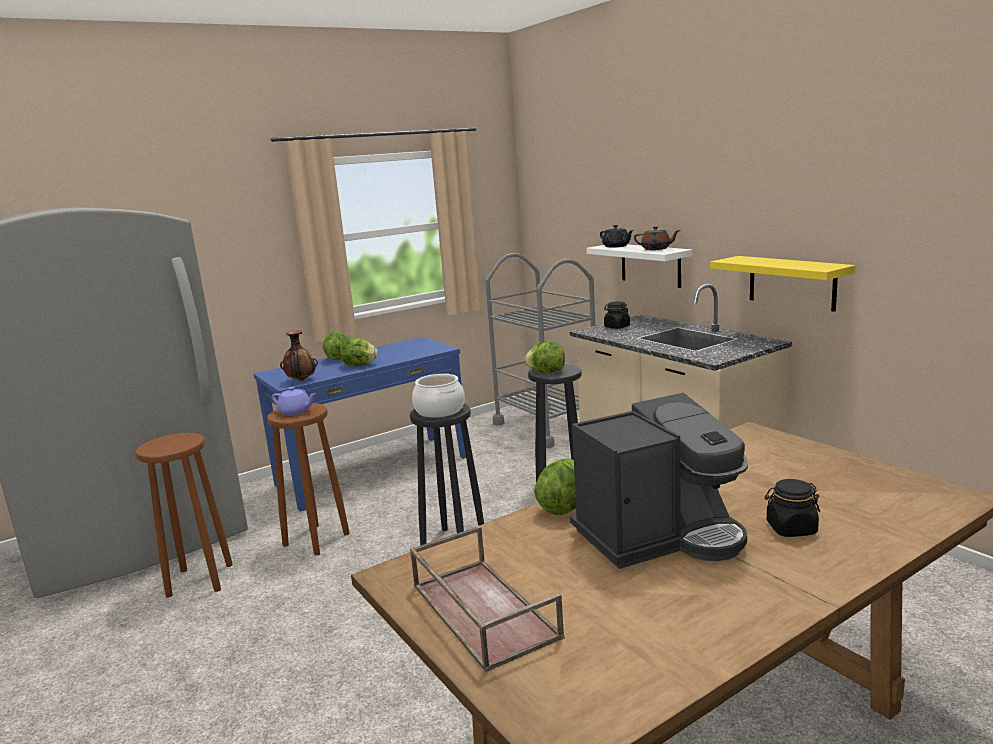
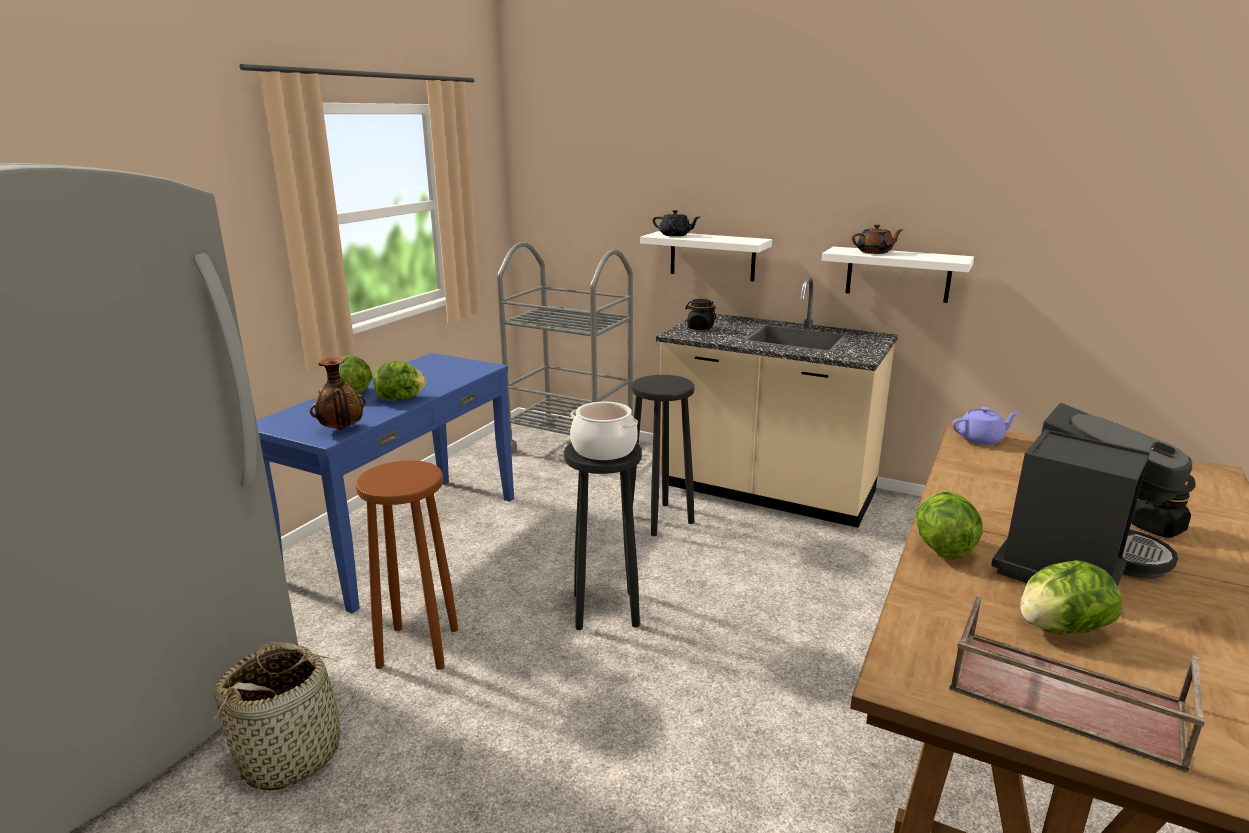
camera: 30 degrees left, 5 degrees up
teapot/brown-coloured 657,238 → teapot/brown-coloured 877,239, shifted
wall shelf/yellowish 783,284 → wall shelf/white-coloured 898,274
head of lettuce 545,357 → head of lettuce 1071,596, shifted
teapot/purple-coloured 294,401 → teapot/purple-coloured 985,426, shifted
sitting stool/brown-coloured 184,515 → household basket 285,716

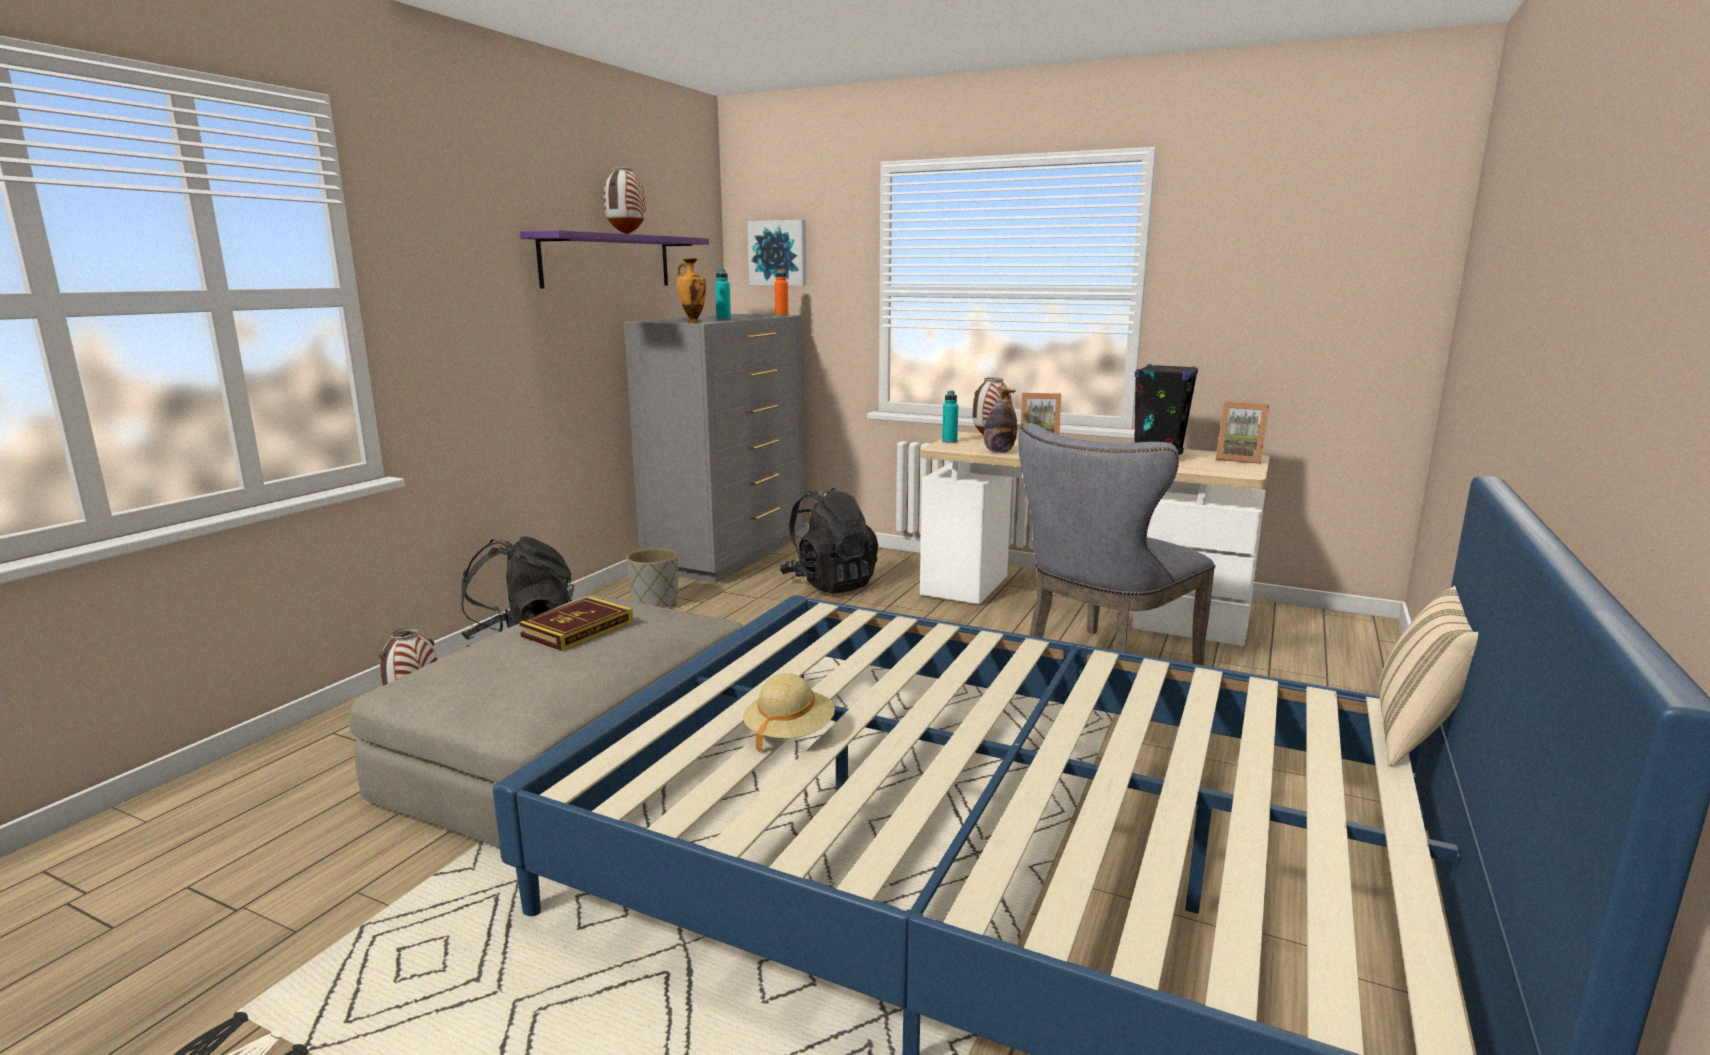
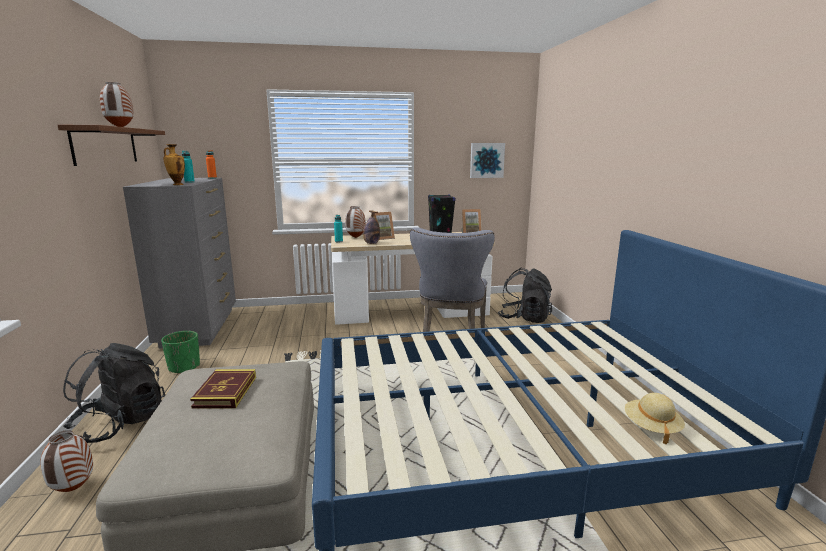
camera: 35 degrees left, 0 degrees up
wall art 777,253 → wall art 487,160, shifted
wall shelf/purple-coloured 614,259 → wall shelf/brown-coloured 111,145
backpack/blackish 829,541 → backpack/blackish 525,295, shifted
flower pot/grey 652,578 → flower pot/green-coloured 180,352
cushion/beige 1428,676 → -
wearable hat/beige 789,712 → wearable hat/beige 655,418, shifted

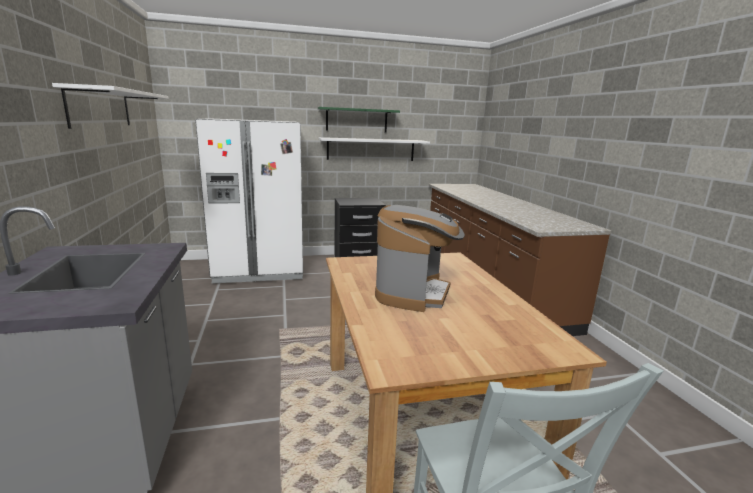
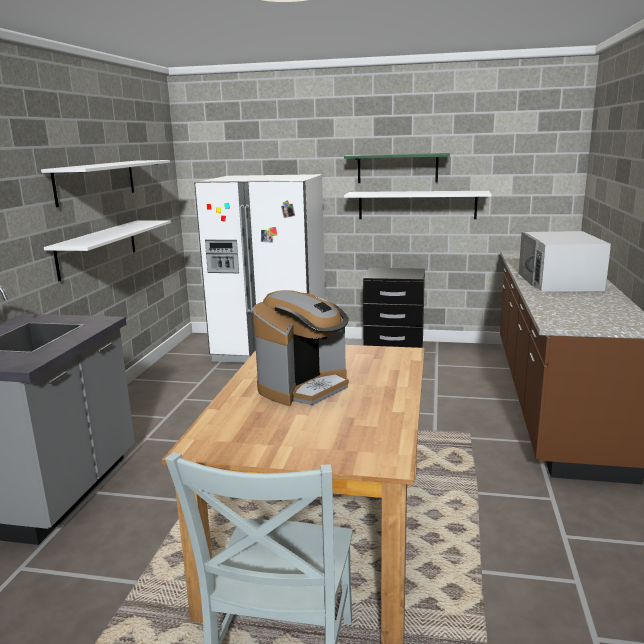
camera: 25 degrees right, 0 degrees up
- → wall shelf/white-coloured 107,251
- → kitchen microwave/white-coloured 565,261

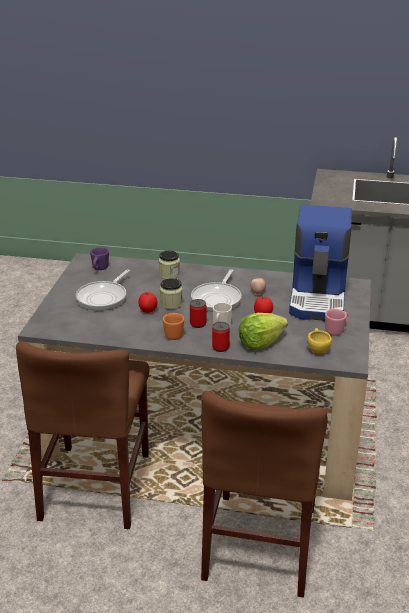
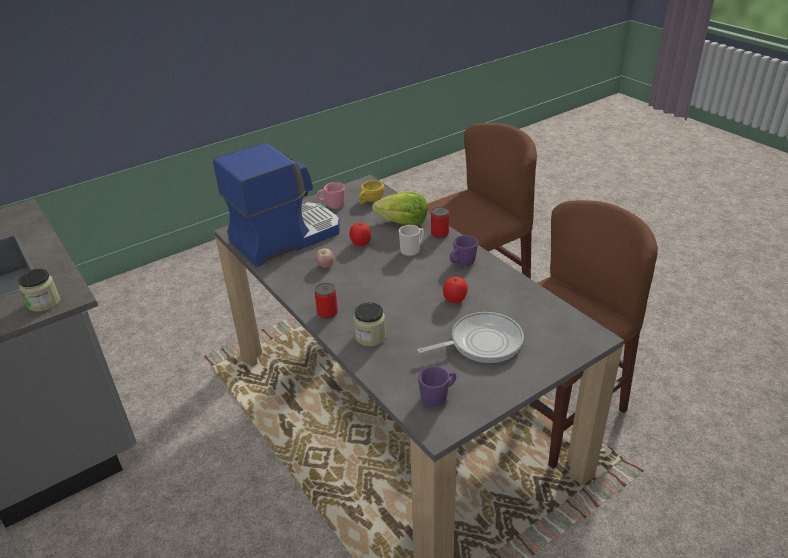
camera: 135 degrees left, 5 degrees up
frying pan 216,290 → -
storage jar 171,293 → storage jar 39,290, shifted
can 198,313 → can 326,301, shifted
coffee mug/orange-coloured 173,326 → coffee mug/purple-coloured 464,250

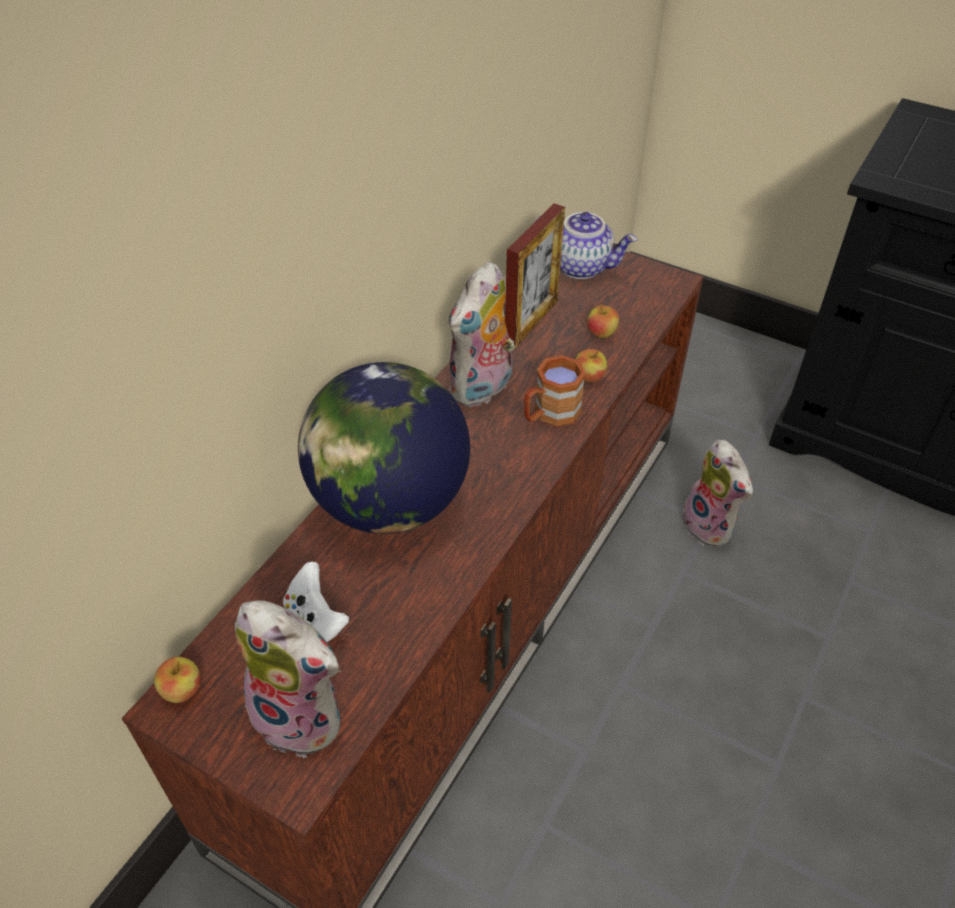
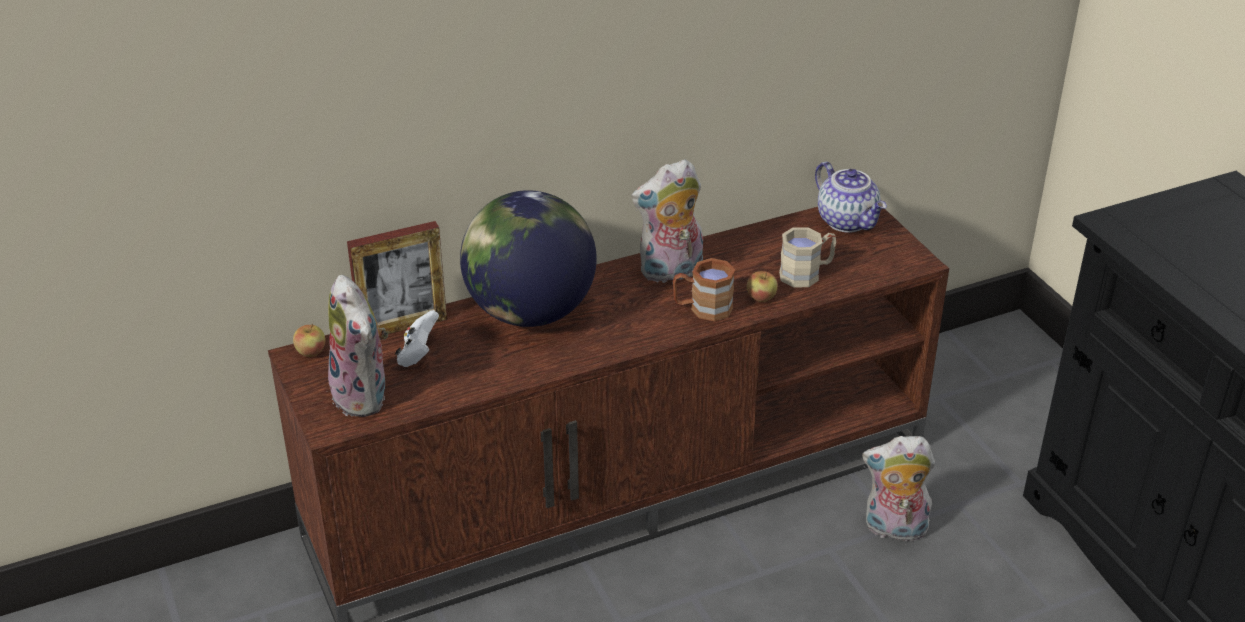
camera: 35 degrees right, 10 degrees down
standing frame 535,276 → standing frame 397,277, shifted
apple 603,320 → coffee mug/beige 808,257
soft toy 717,493 → soft toy 898,488, 90 degrees clockwise

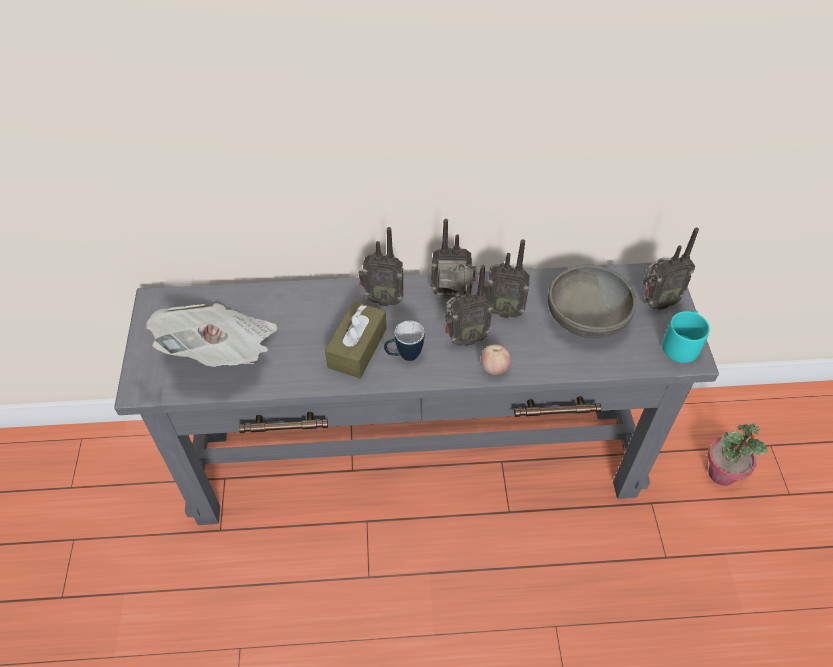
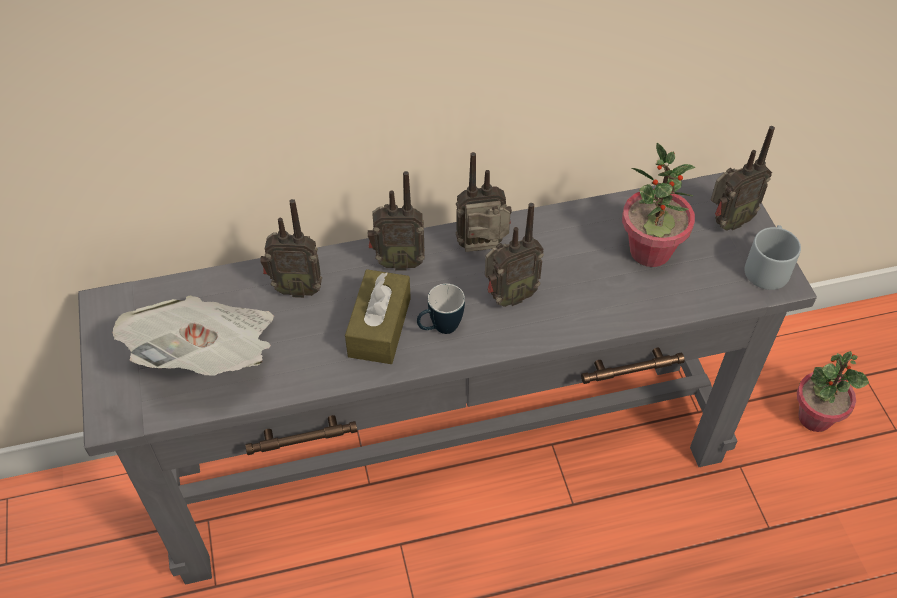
camera: 10 degrees left, 0 degrees up
radio 506,278 → radio 291,248, shifted
serving bowl/grey 592,301 → houseplant 659,205
coffee mug/turquoise 686,336 → coffee mug/grey 772,257
apple 496,360 → -

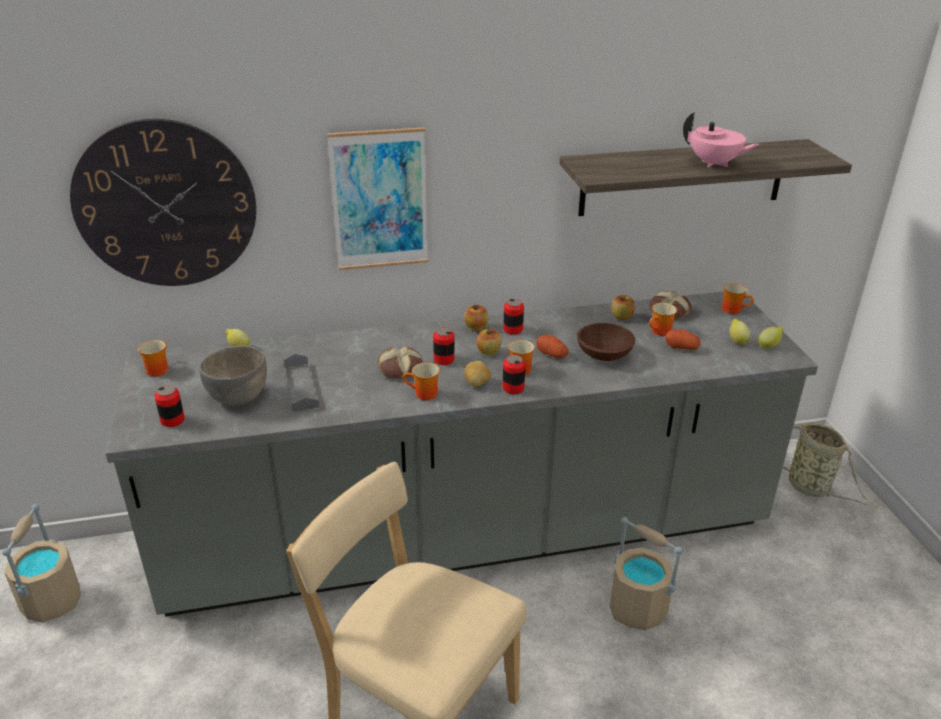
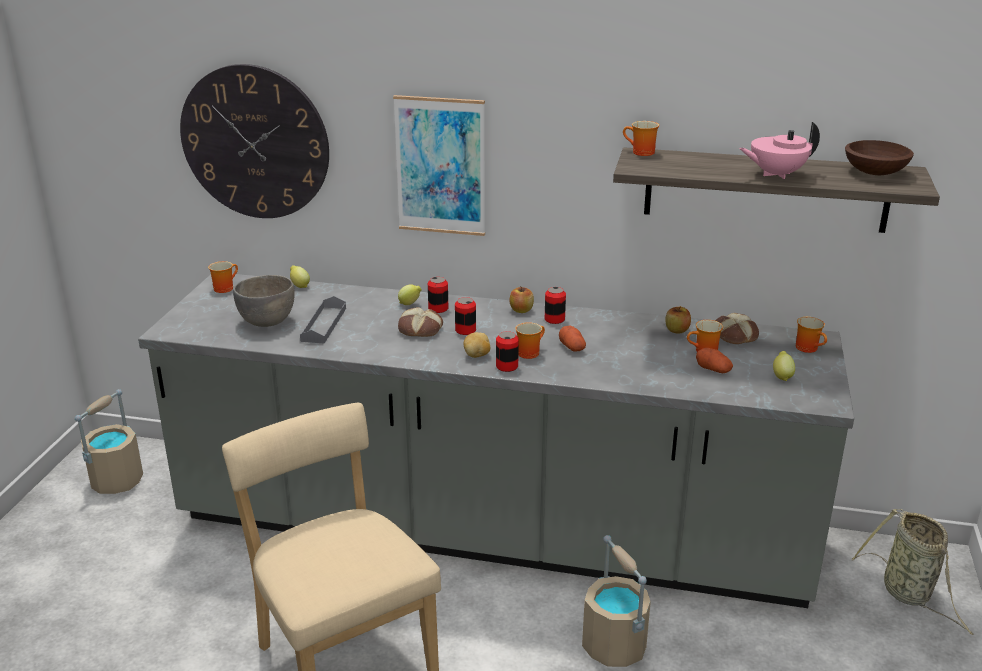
camera: 25 degrees right, 5 degrees down
teapot/pink 721,140 → teapot/pink 779,150, 105 degrees clockwise
serving bowl/brown-coloured 606,342 → serving bowl/brown-coloured 879,157, shifted
whole lemon 770,338 → whole lemon 410,295, shifted
apple 489,342 → -
coffee mug 421,381 → coffee mug 641,138, shifted
can 169,406 → can 438,295, shifted

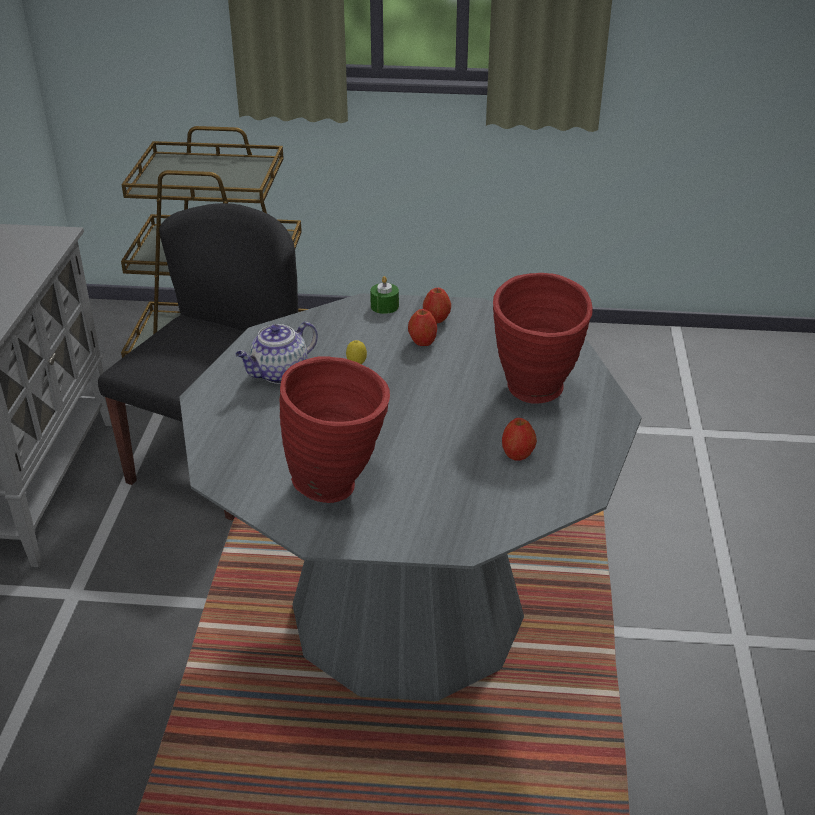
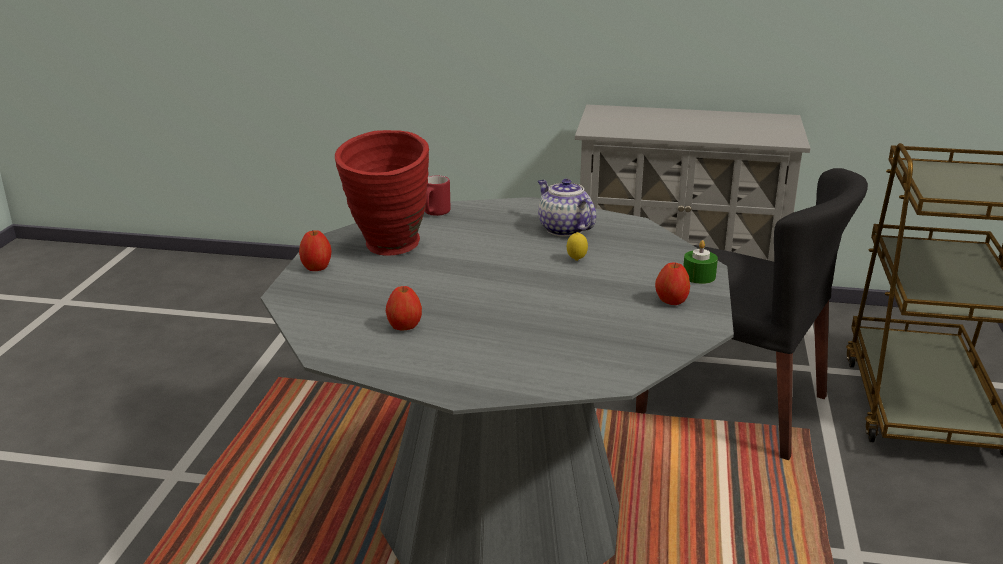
camera: 95 degrees right, 10 degrees down
vase/reddish 543,338 → -
apple 422,327 → apple 315,250, shifted
- → coffee mug/reddish 438,196

